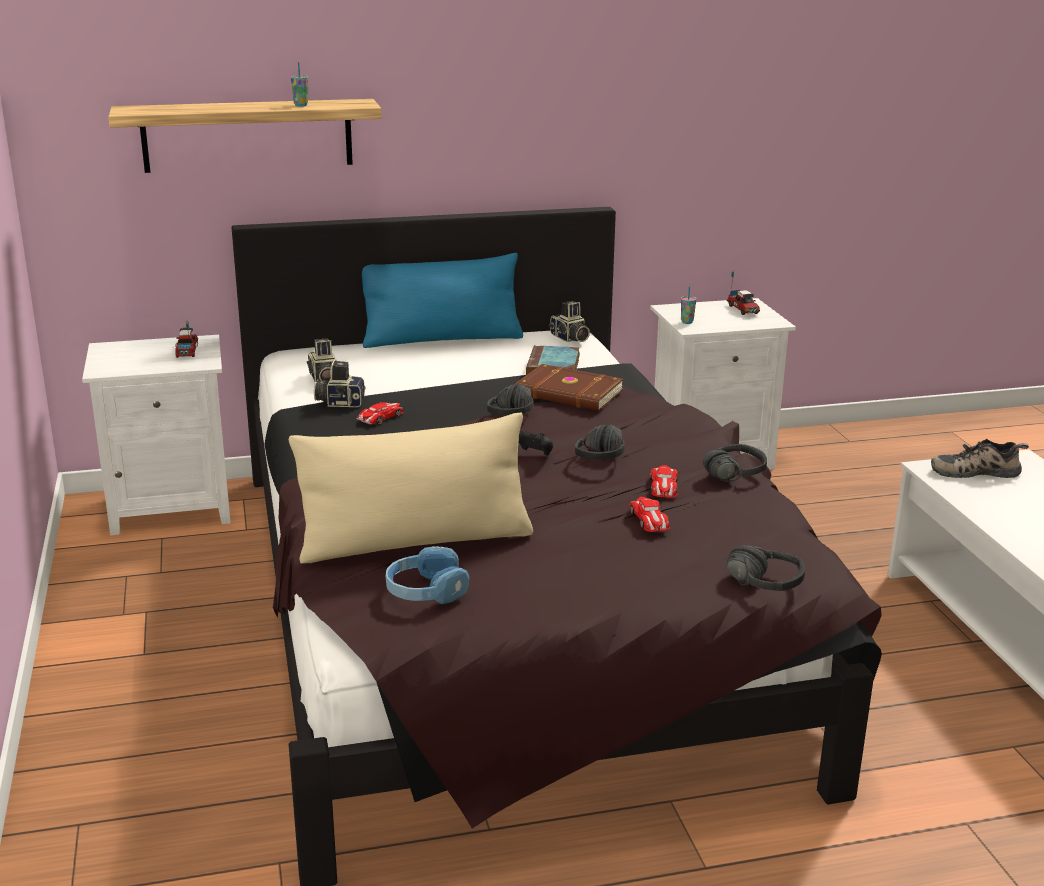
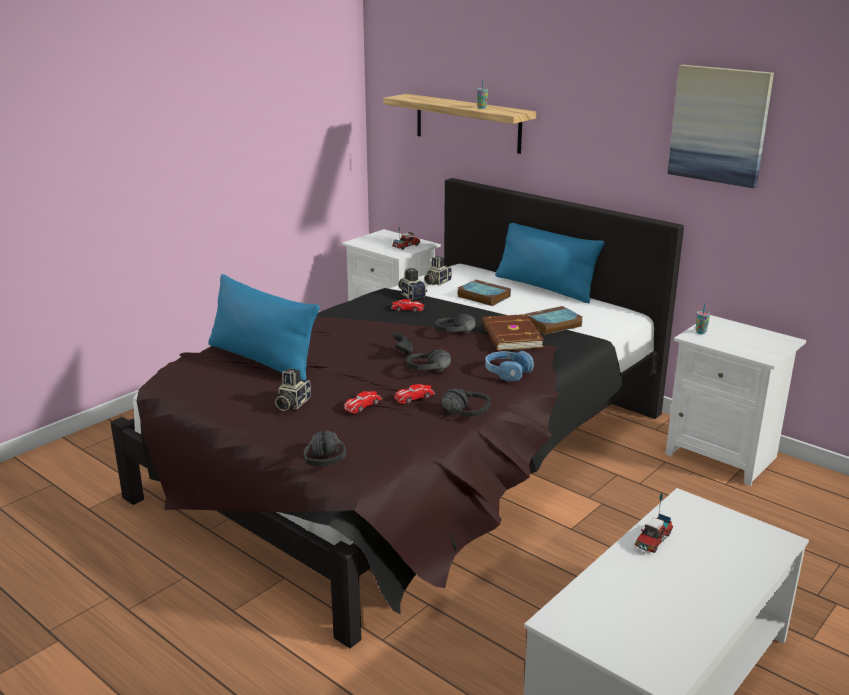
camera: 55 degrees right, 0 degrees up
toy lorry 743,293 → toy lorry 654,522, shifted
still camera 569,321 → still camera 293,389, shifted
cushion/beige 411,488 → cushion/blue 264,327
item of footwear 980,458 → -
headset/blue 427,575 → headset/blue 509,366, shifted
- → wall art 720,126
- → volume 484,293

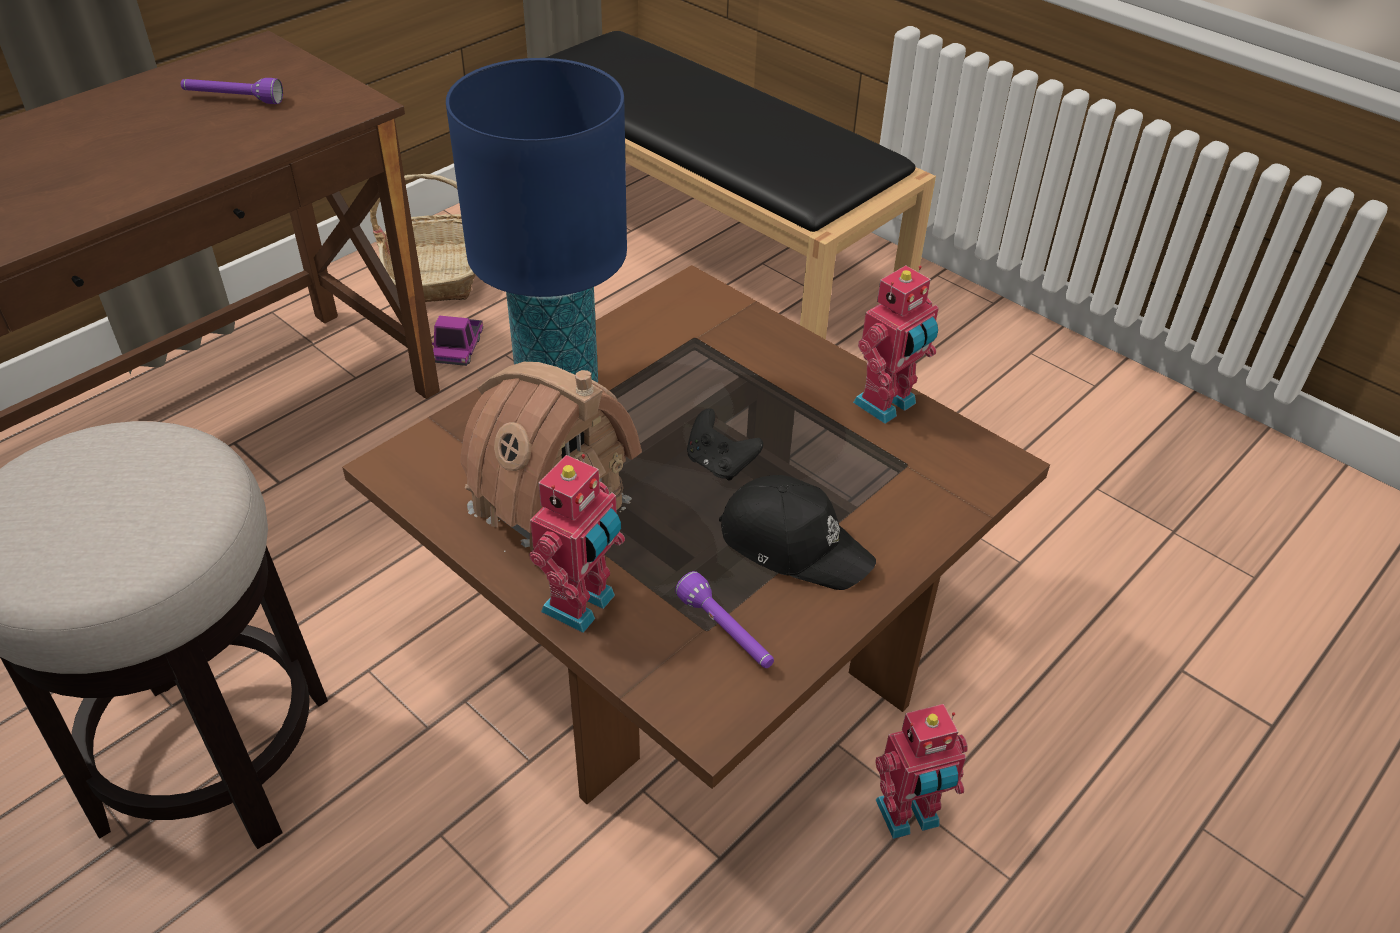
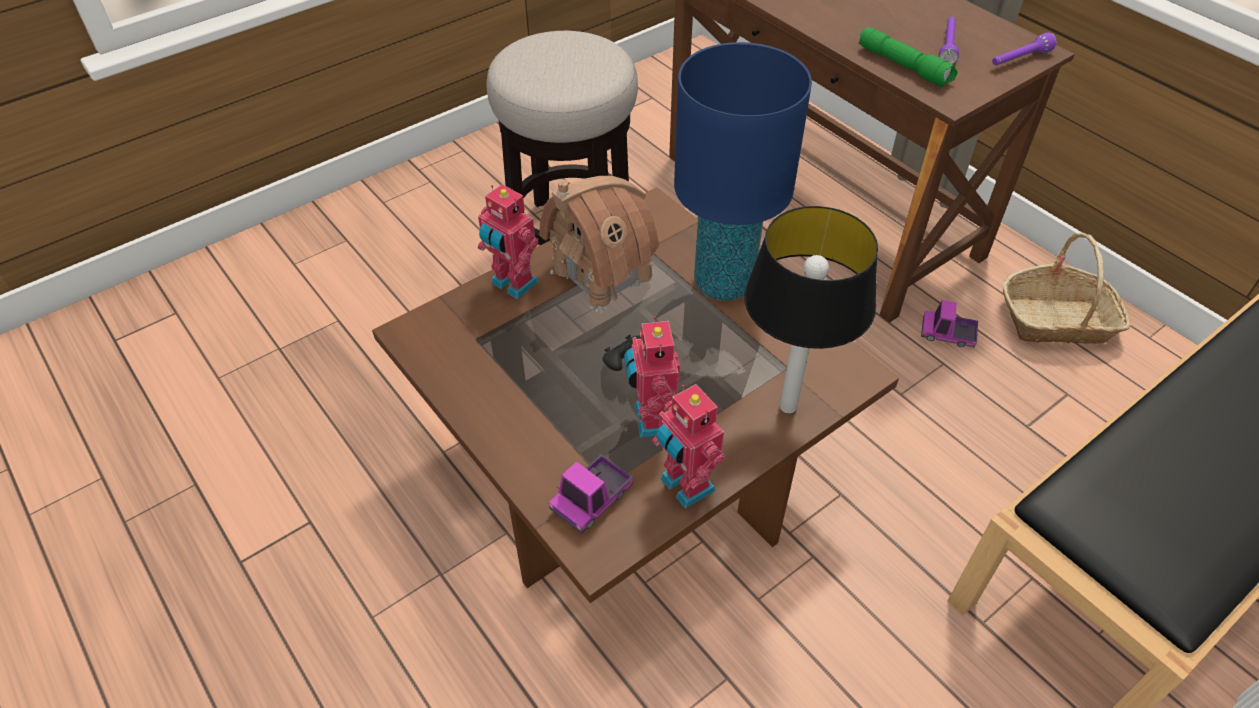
camera: 100 degrees right, 5 degrees up
baseball cap/blackish 797,532 → -
hand torch/purple-coloured 724,619 → hand torch/purple-coloured 1024,48, shifted
robot figure 921,771 → robot figure 652,377, shifted
- → hand torch/green-coloured 908,57
- → tabletop lamp 811,310
- → toy lorry 591,494

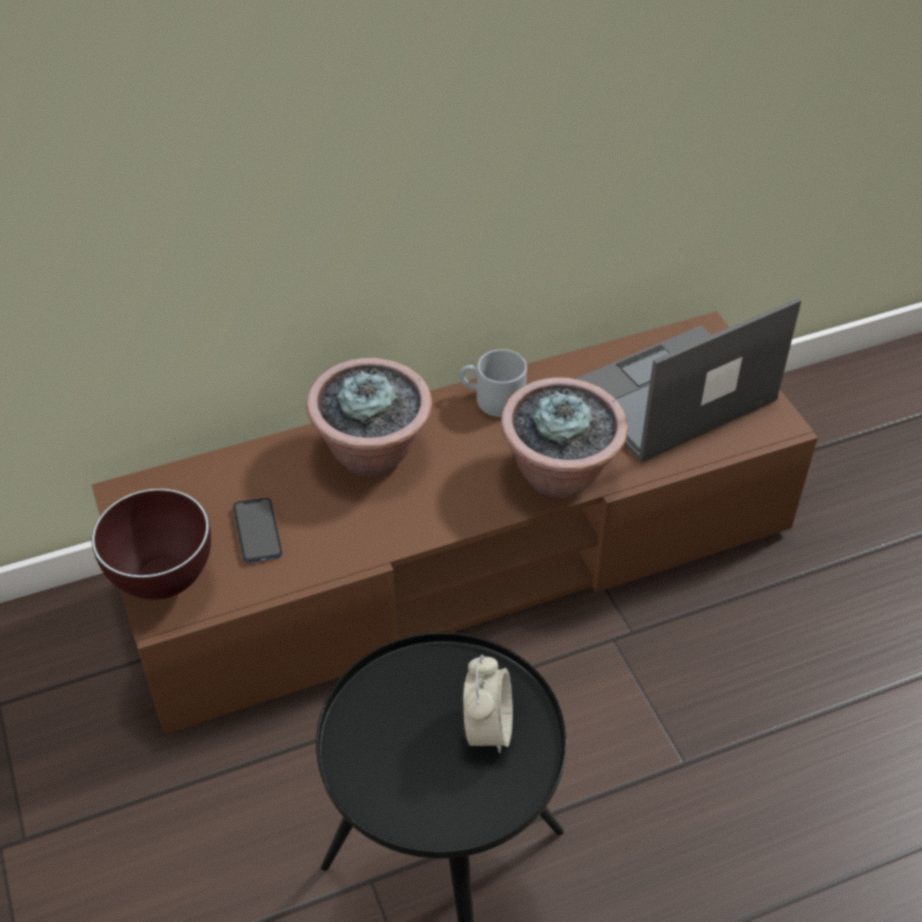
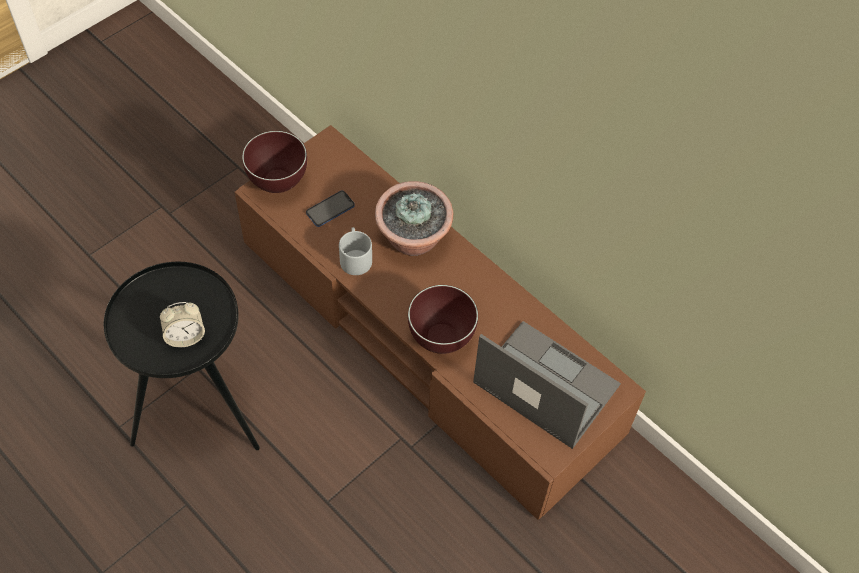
camera: 65 degrees right, 10 degrees up
coffee mug/grey 493,383 → coffee mug/grey 355,251, shifted
houseplant 564,437 → serving bowl/brown-coloured 443,319

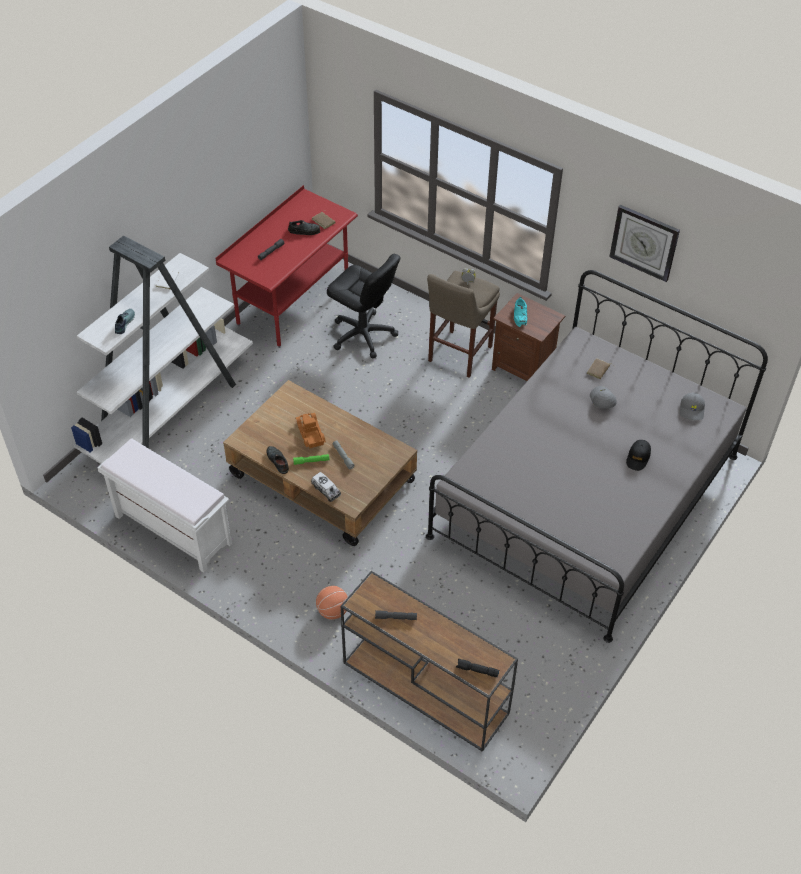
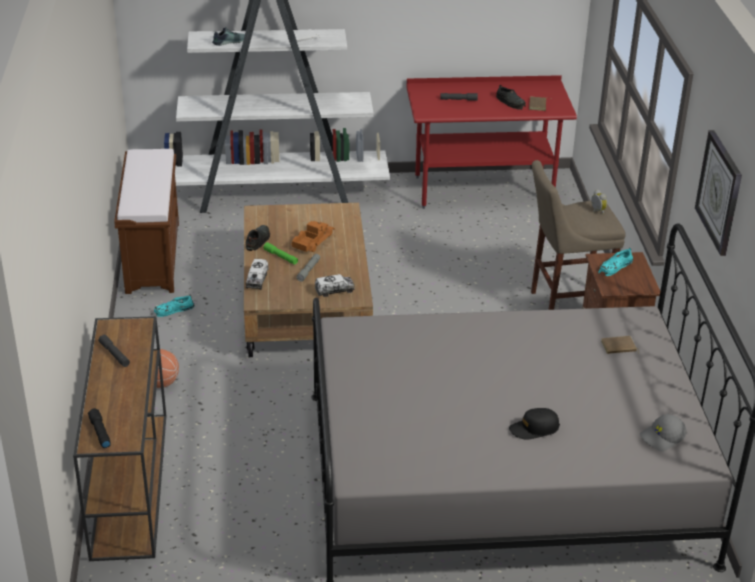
camera: 50 degrees right, 15 degrees down
computer chair/blackish 363,305 → -
baseball cap/grey 603,397 → -
indoor bench/white-coloured 164,505 → indoor bench/brown-coloured 146,221
- → toy lorry 335,285
- → item of footwear/turquoise 174,306

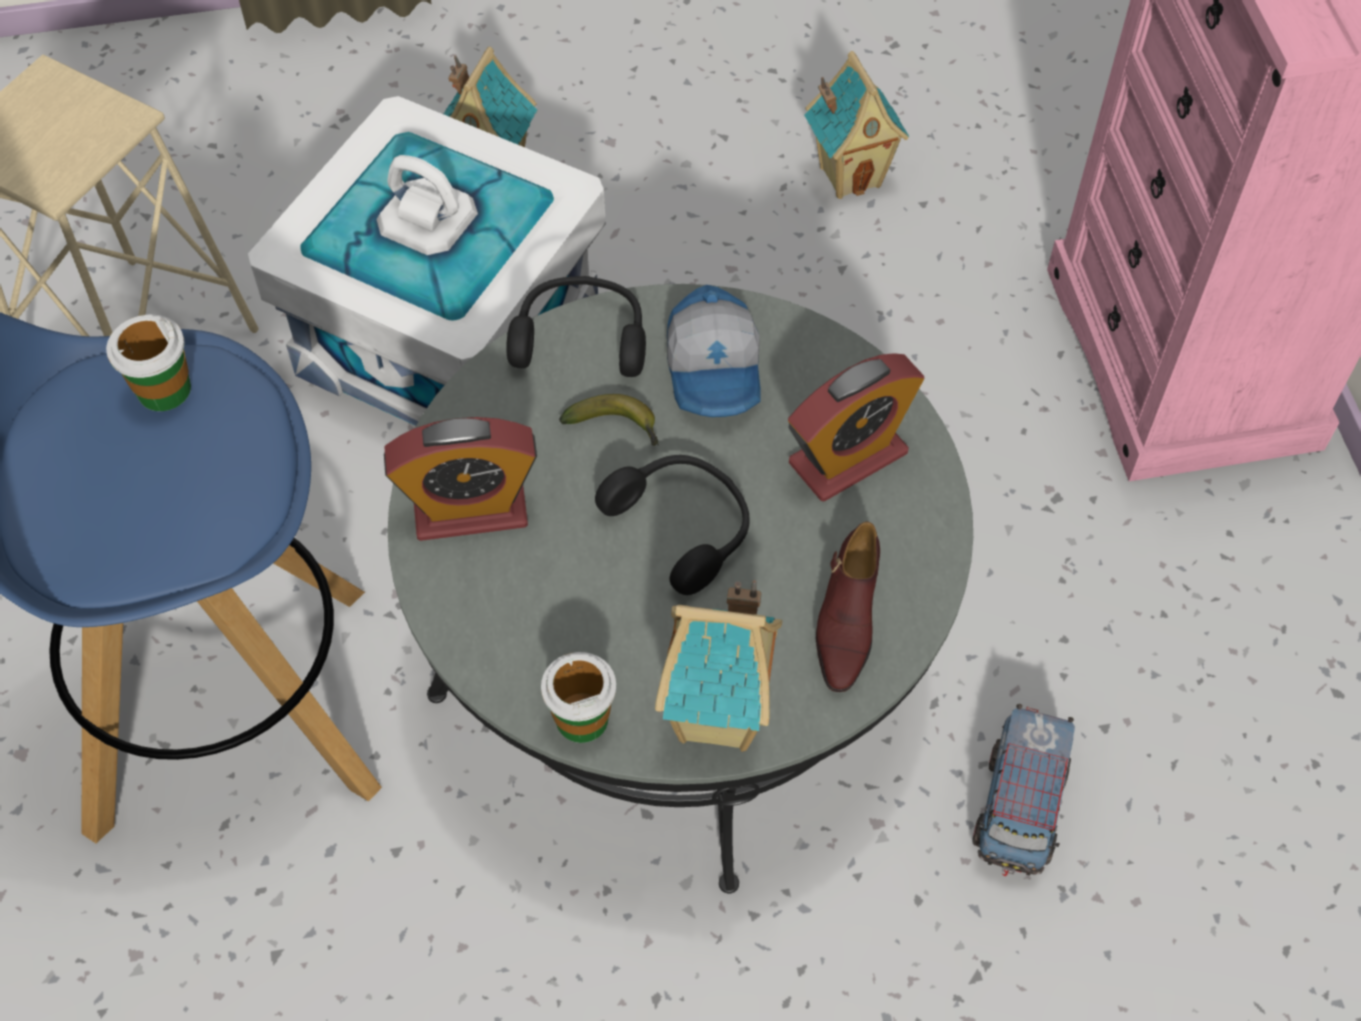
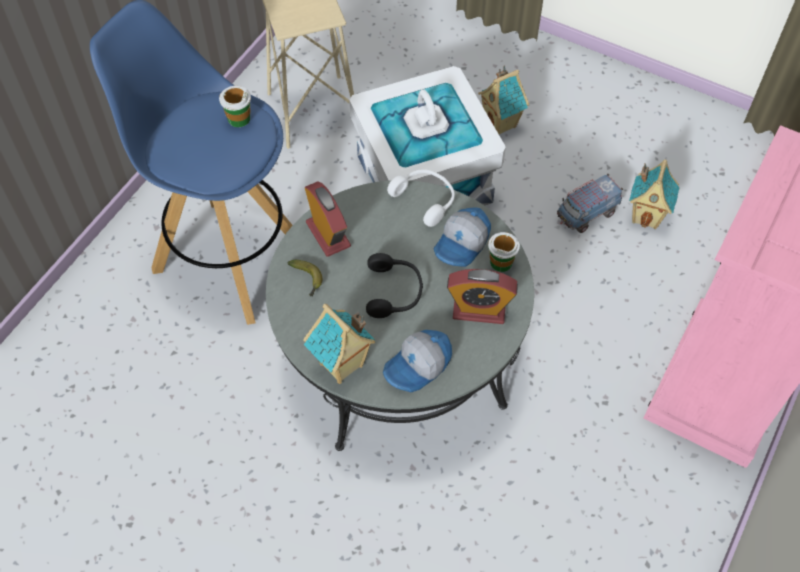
camera: 40 degrees right, 0 degrees up
headset/blackish 576,326 → headset/white-coloured 421,198
whole banana 609,420 → whole banana 305,278, shifted
alarm clock 460,479 → alarm clock 328,219, 150 degrees counterclockwise
item of footwear/brown-coloured 848,607 → baseball cap 417,361
small cup 578,697 → small cup 504,252, shifted
toy lorry 1024,790 → toy lorry 590,203, shifted

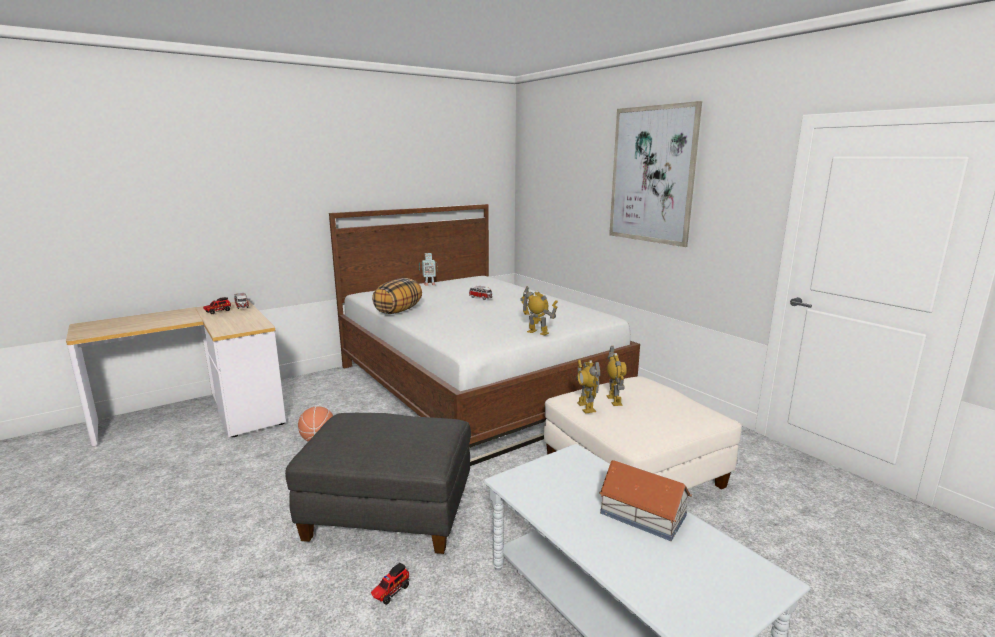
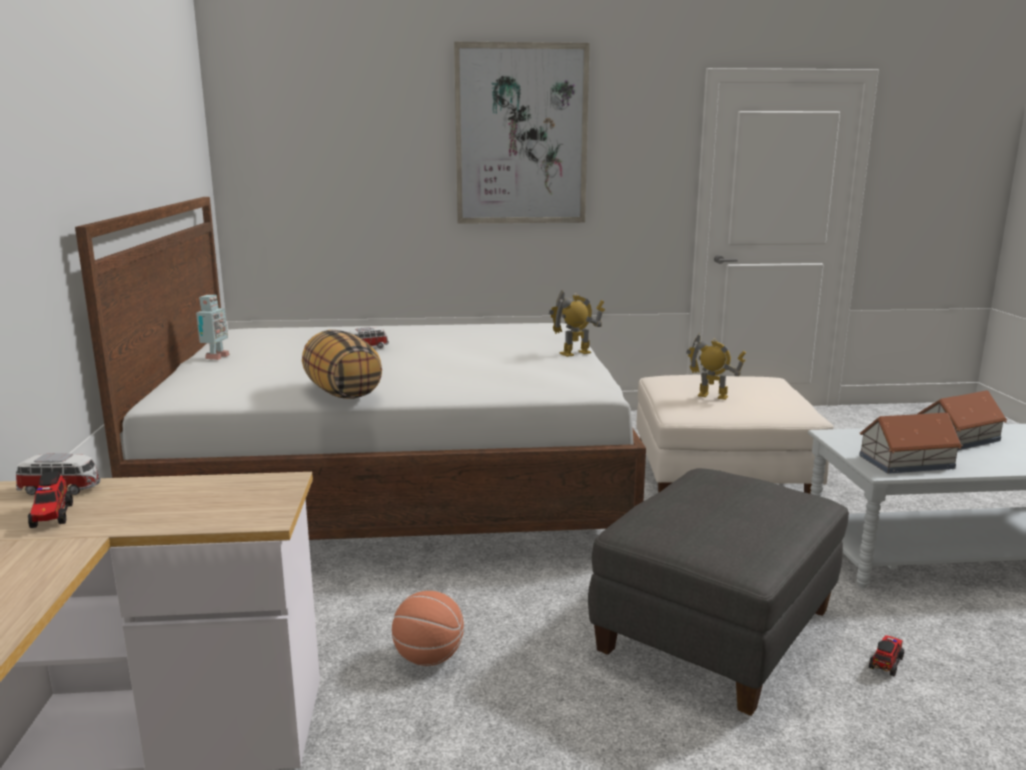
camera: 60 degrees left, 0 degrees up
robot figure 588,386 → -
toy lorry 390,584 → toy lorry 886,655, 120 degrees counterclockwise
- → miniature house 911,443

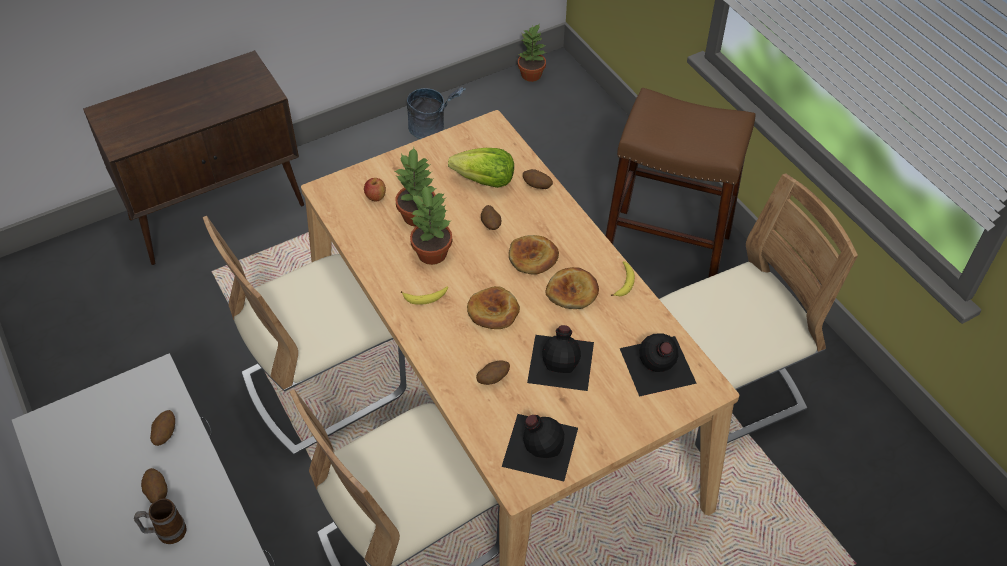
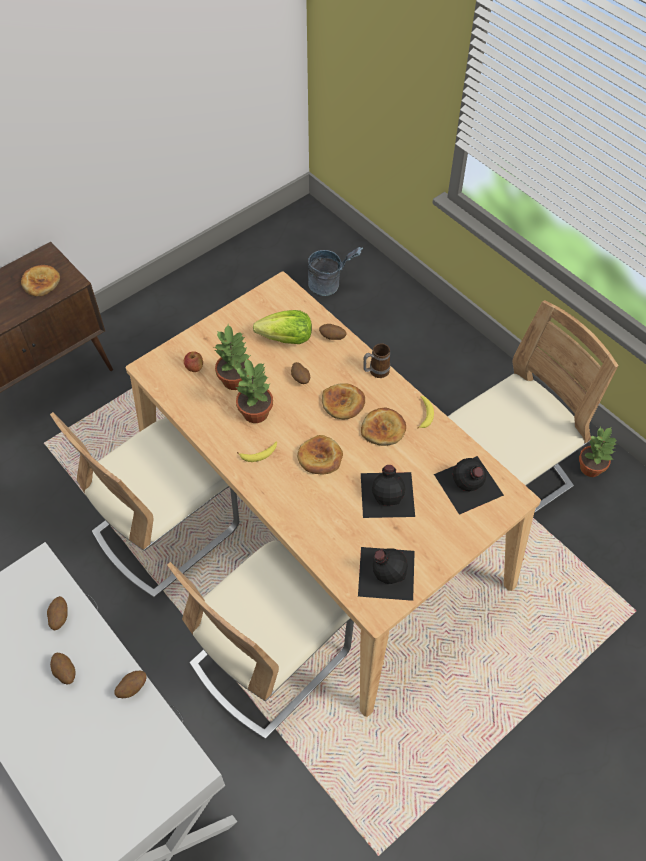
camera: 10 degrees left, 5 degrees up
houseplant 532,53 → houseplant 597,452, shifted
pail/grey 436,113 → pail/grey 335,271, shifted
sitting stool/brown-coloured 680,183 → -
spud 493,372 → spud 130,684, shifted
coffee mug 160,521 → coffee mug 376,360, shifted
- → bakery bread 40,280

